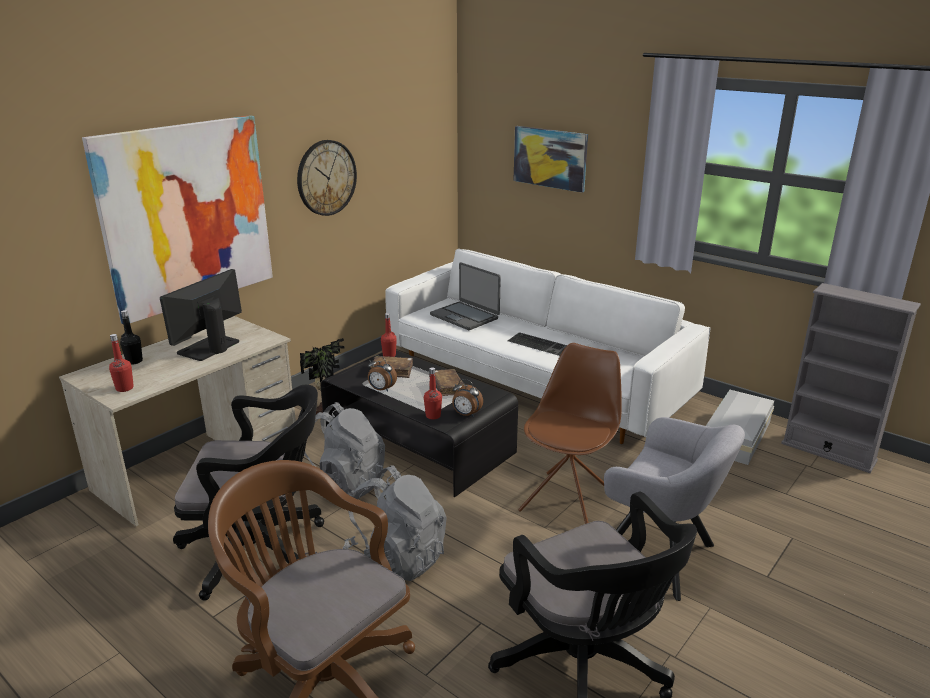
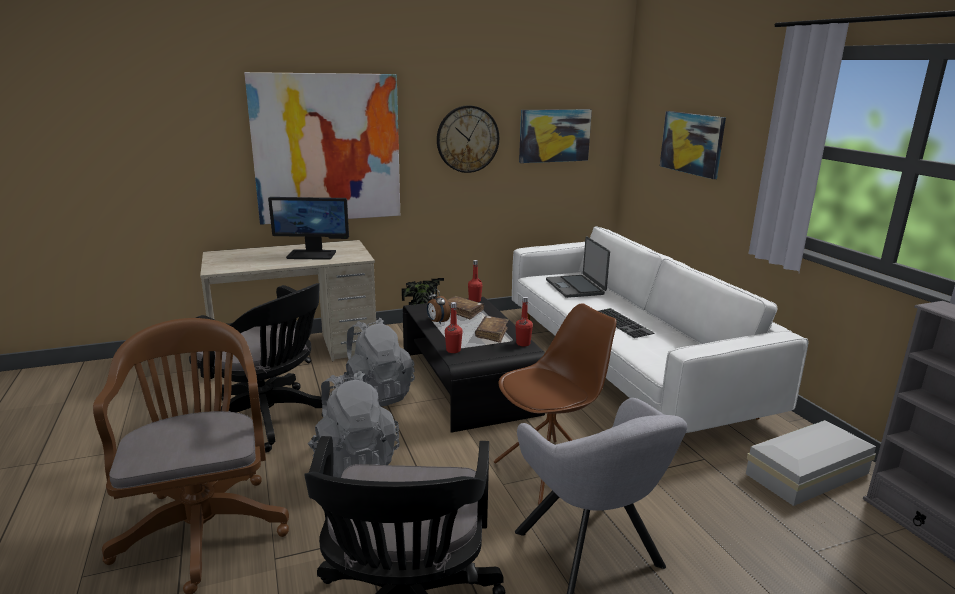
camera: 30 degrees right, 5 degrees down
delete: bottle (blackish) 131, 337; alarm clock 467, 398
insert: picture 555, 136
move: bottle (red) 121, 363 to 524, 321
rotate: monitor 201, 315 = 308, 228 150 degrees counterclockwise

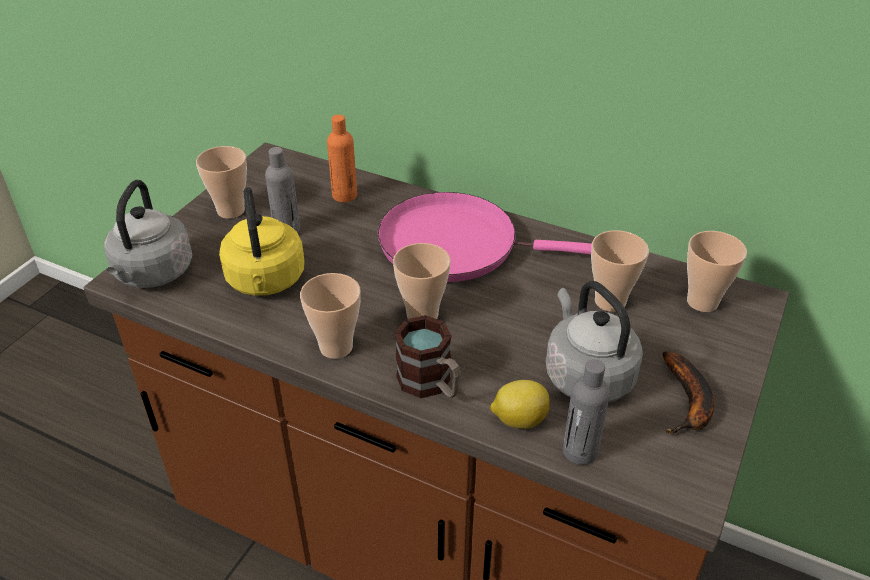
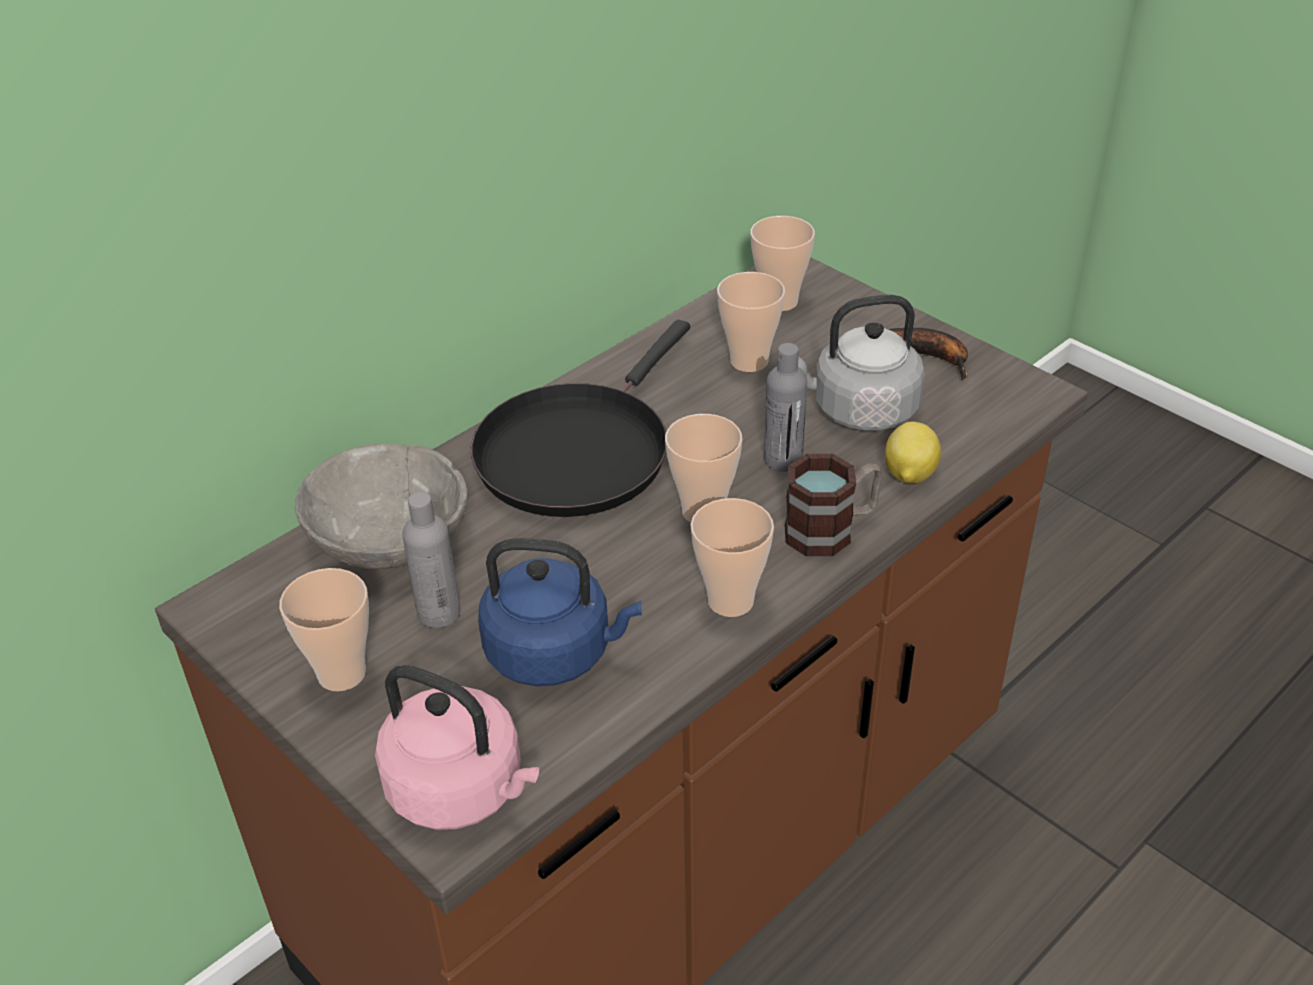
camera: 70 degrees left, 0 degrees up
move: bottle (greyish) 586, 412 to 785, 407
replace: bottle (orange) 342, 158 to serving bowl (greyish) 381, 506
recolor: kettle (greyish) 148, 234 to kettle (pink-coloured) 457, 747; skillet (pink-coloured) 485, 237 to skillet (blackish) 580, 418; kettle (yellow) 262, 241 to kettle (bluish) 560, 612

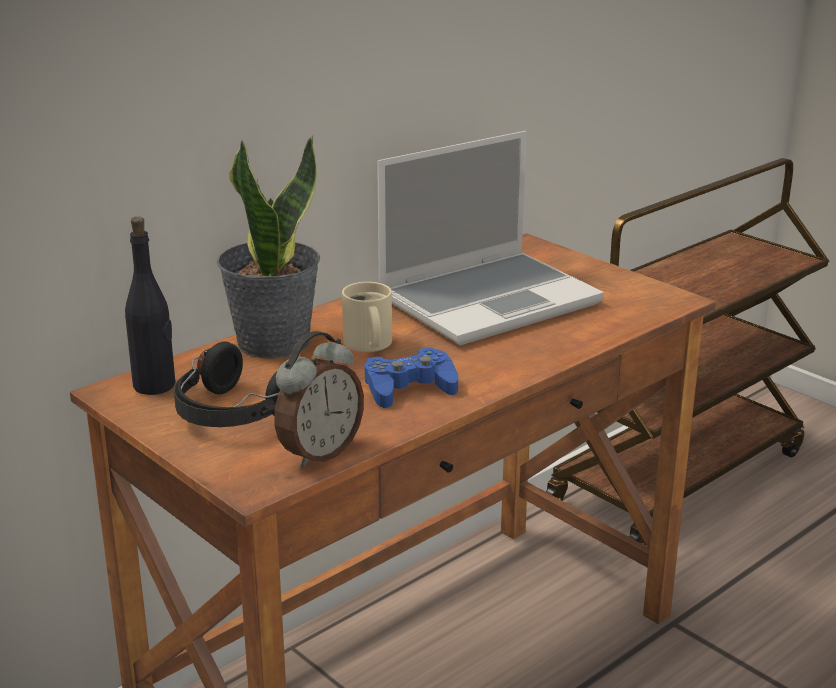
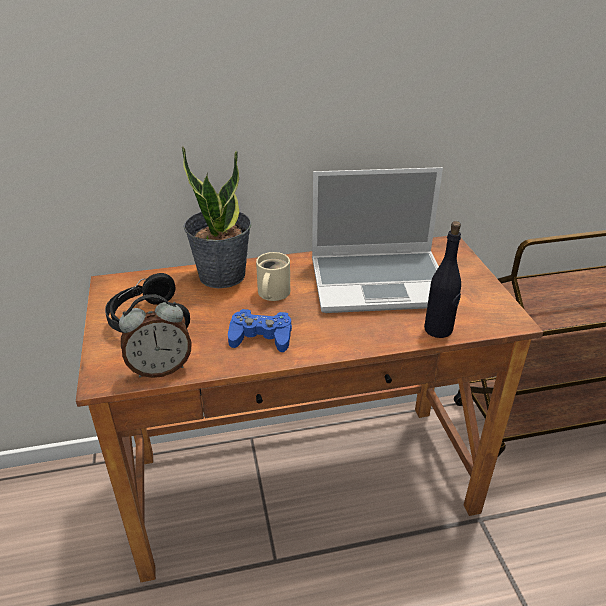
camera: 30 degrees right, 10 degrees up
move: bottle (blackish) 150, 306 to 442, 279

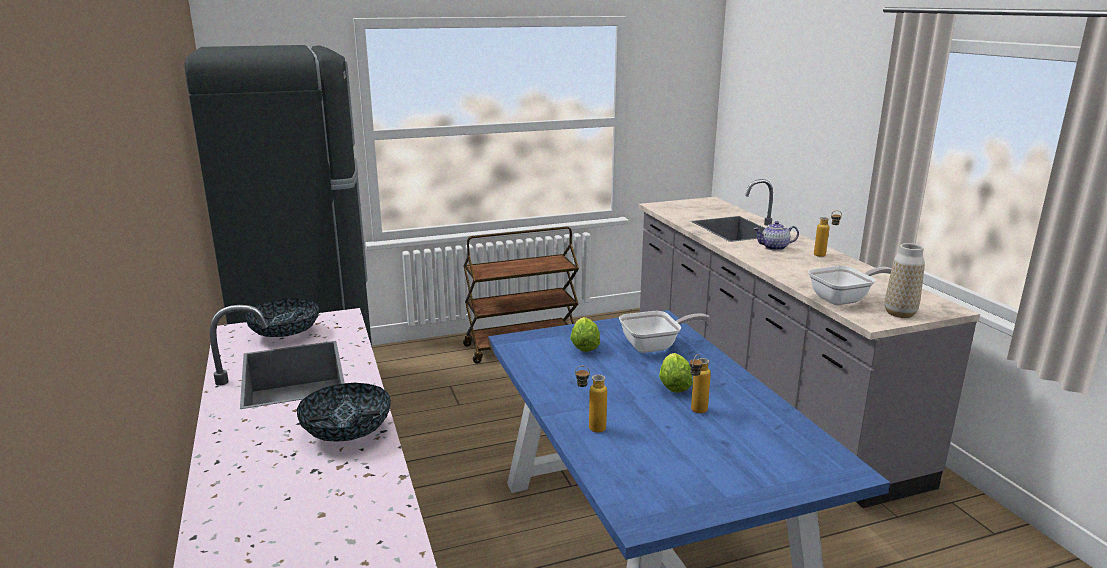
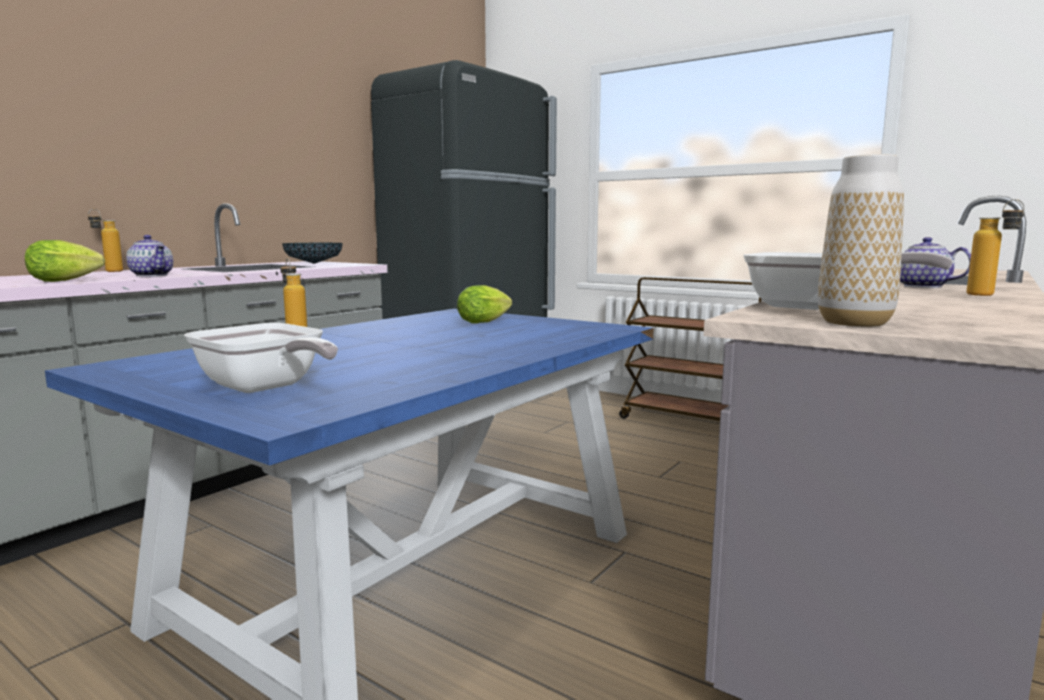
camera: 55 degrees right, 10 degrees down
move: lettuce head 676, 373 to 65, 261; bottle 700, 383 to 105, 240; skillet 664, 332 to 261, 358
replace: serving bowl 344, 412 to pot for tea 149, 256

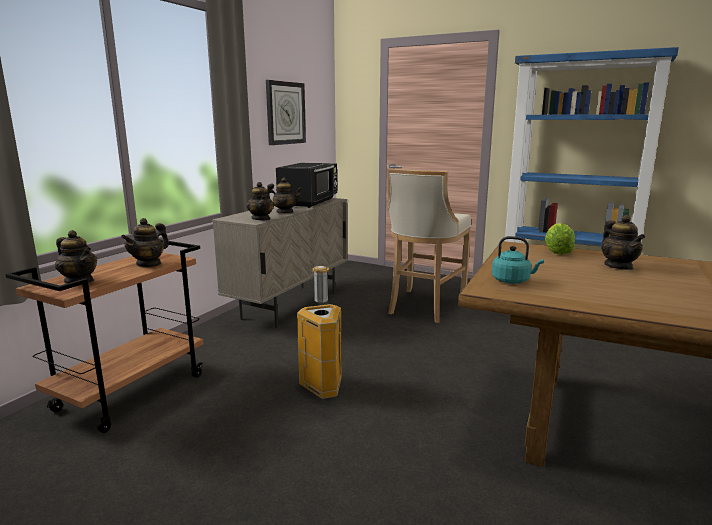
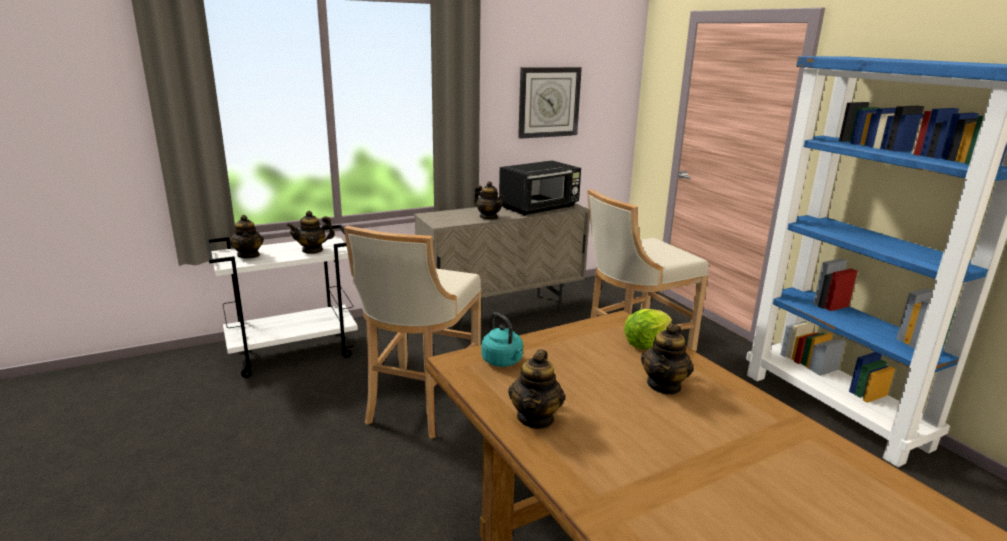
camera: 35 degrees right, 5 degrees up
move: pot for tea 260, 201 to 536, 389
replace: trash can 319, 332 to stool (beige) 412, 332
recolor: cart (brown) 104, 336 to cart (white-coloured) 282, 301

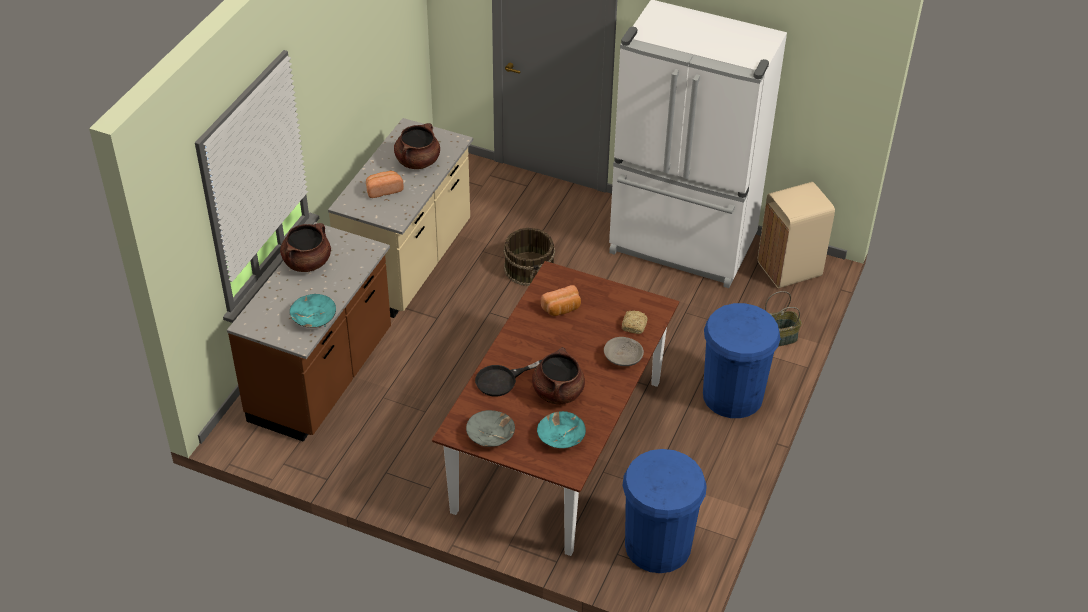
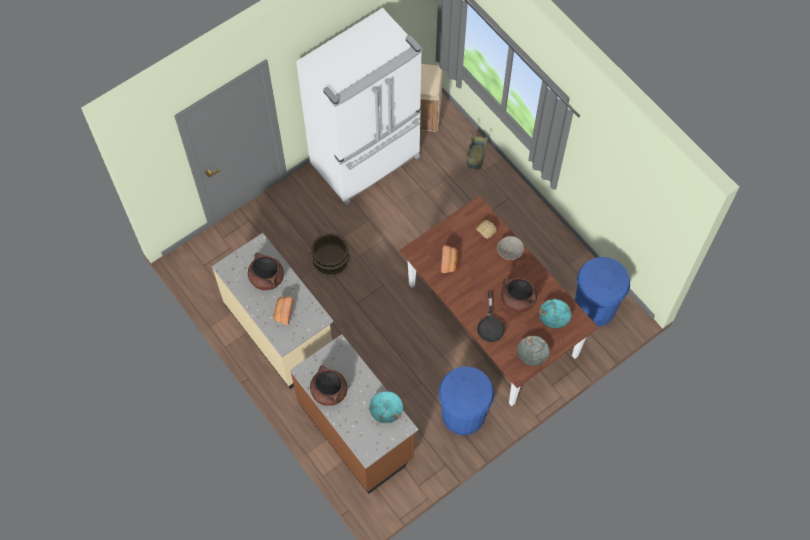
camera: 60 degrees left, 20 degrees up
move: trash can (bluish) 741, 360 to 466, 400

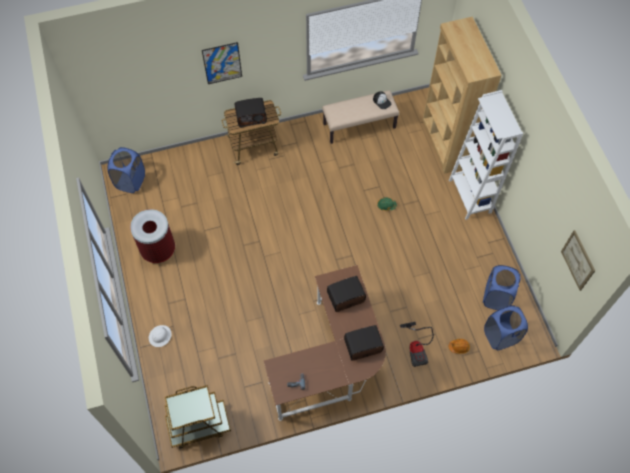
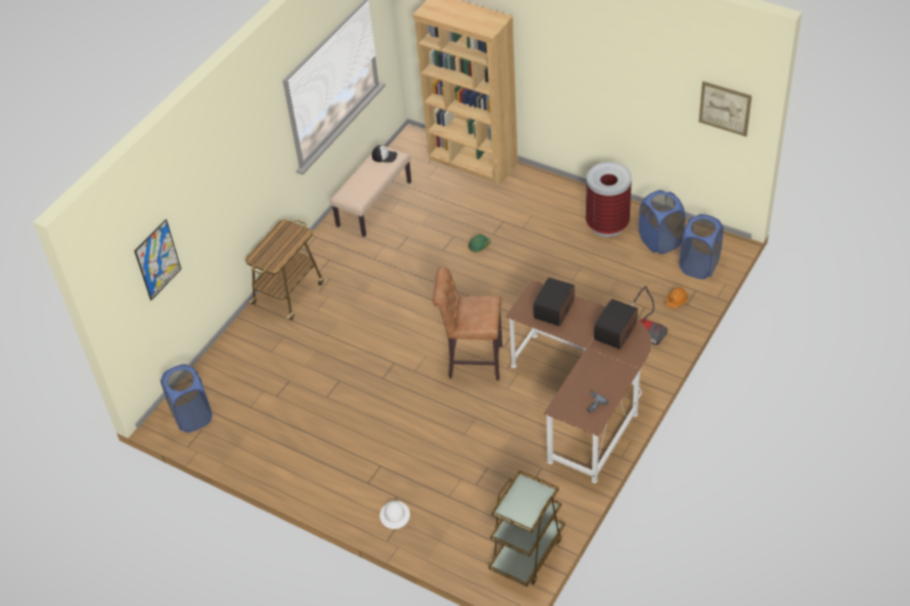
camera: 40 degrees left, 15 degrees down
delete: radio receiver 251, 112; shelving unit (white-coloured) 486, 155
insert: stool (brown) 467, 323
move: picture 222, 63 to 157, 260; trash can 152, 236 to 609, 199

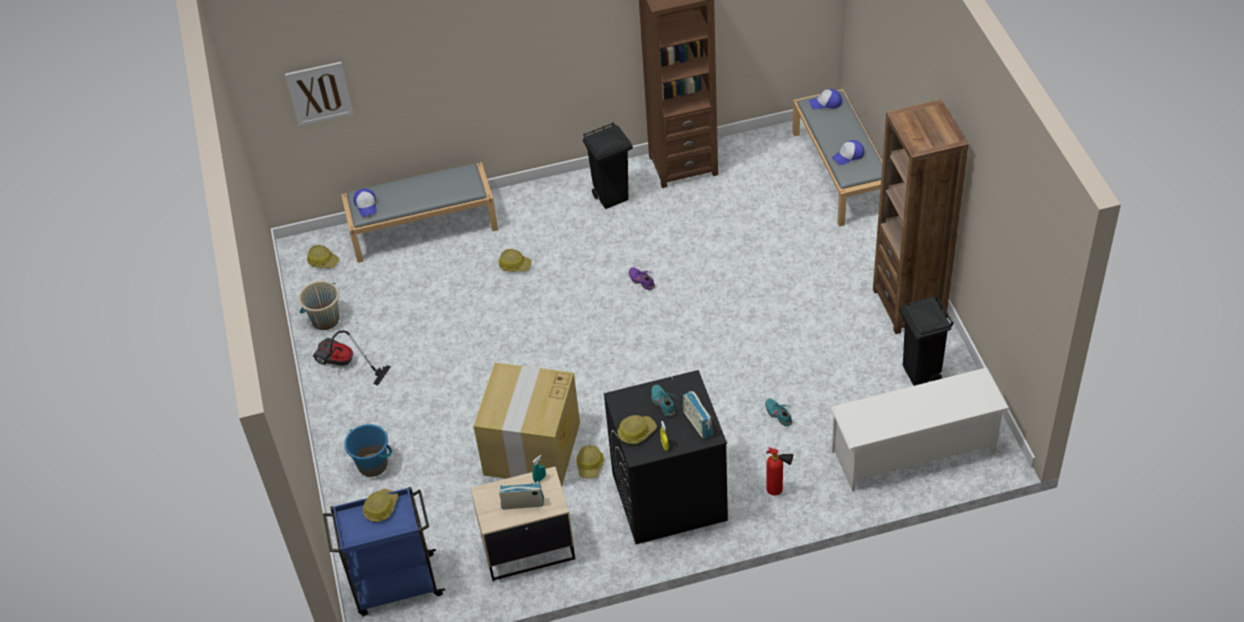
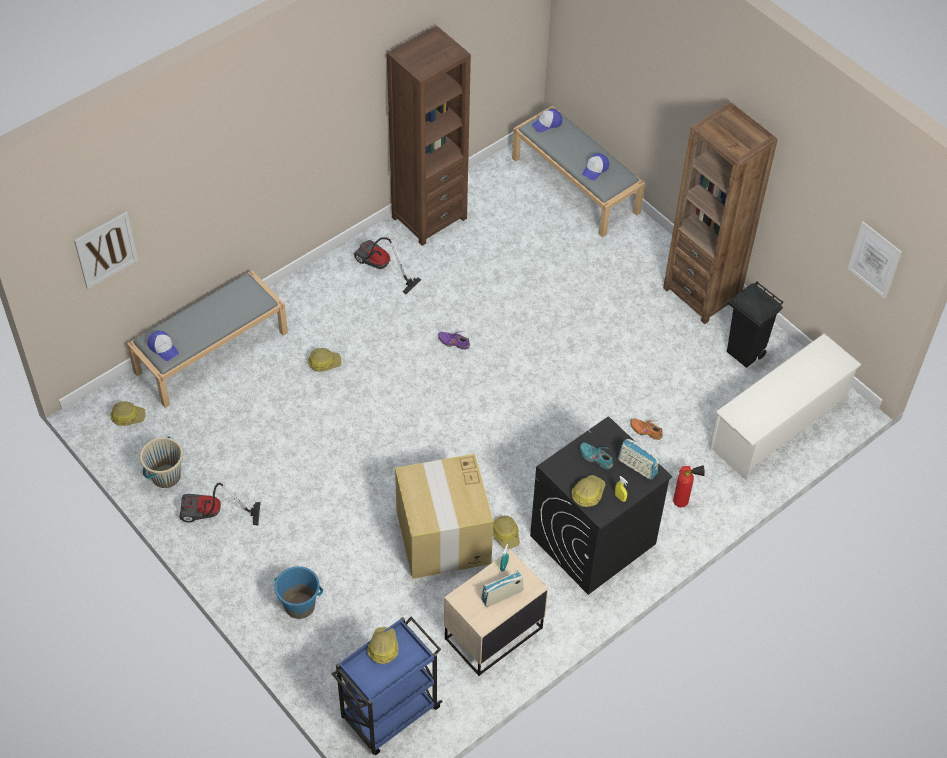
camera: 30 degrees left, 5 degrees up
insert: picture 874, 260
replace: trash can (blackish) 607, 165 to vacuum cleaner 388, 265
recolor: shoe (turquoise) 779, 412 to shoe (orange) 646, 429

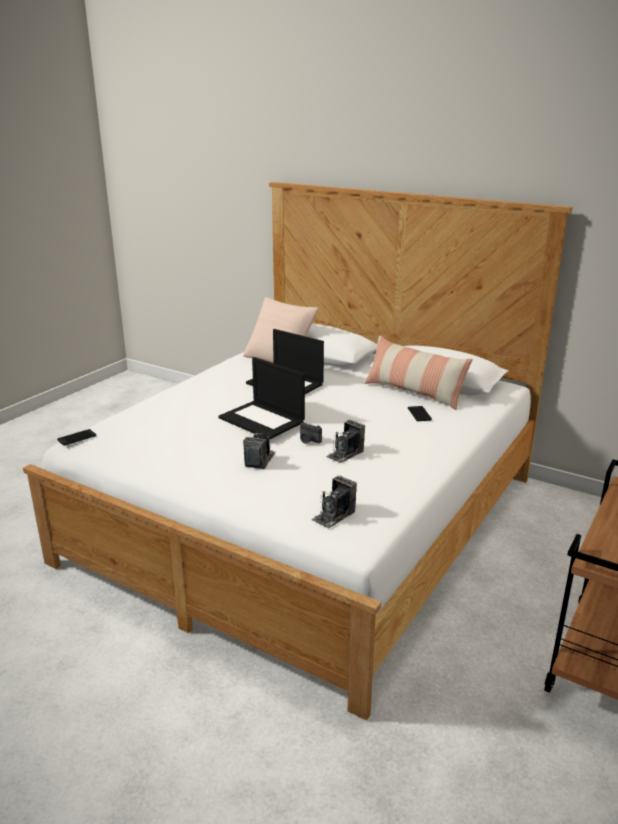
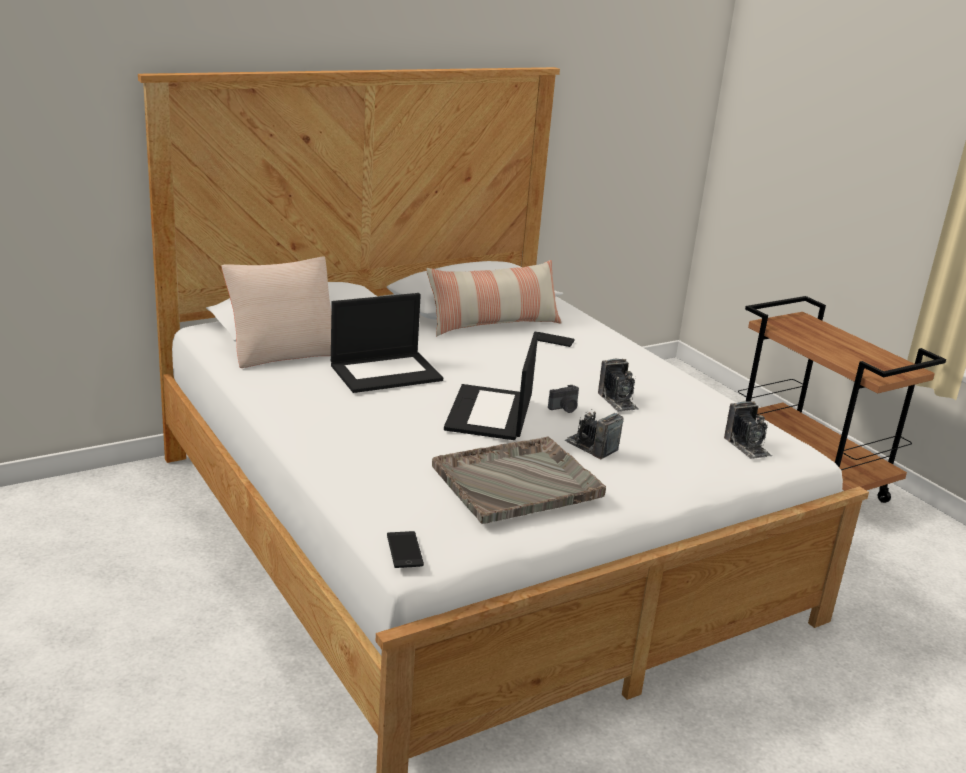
camera: 65 degrees left, 0 degrees up
insert: serving tray (greyish) 519, 480
rotate: portable computer 261, 398 = 491, 386 120 degrees clockwise

